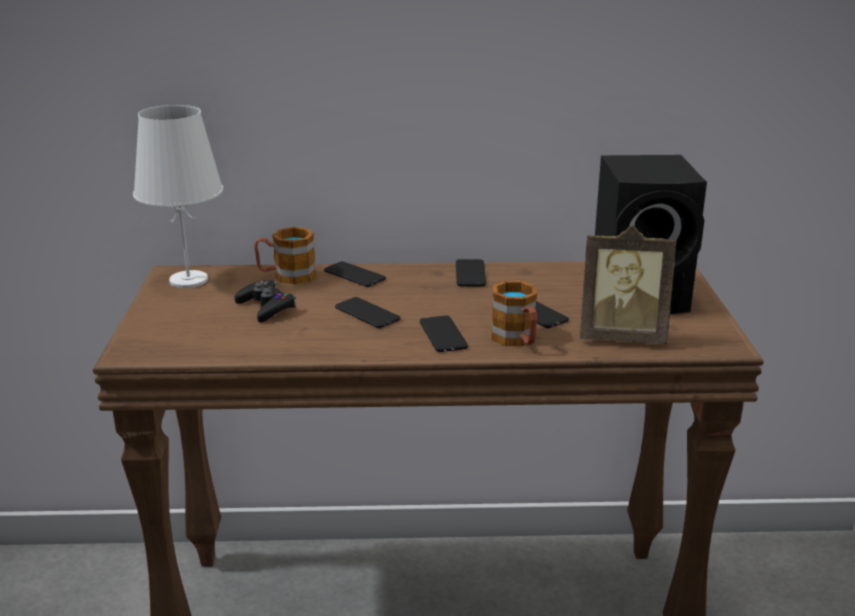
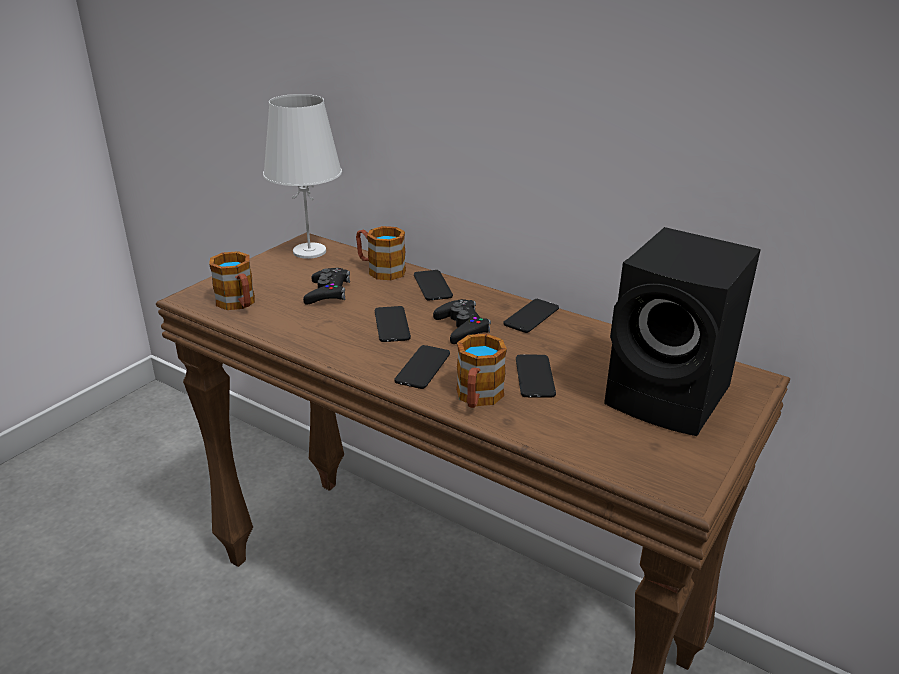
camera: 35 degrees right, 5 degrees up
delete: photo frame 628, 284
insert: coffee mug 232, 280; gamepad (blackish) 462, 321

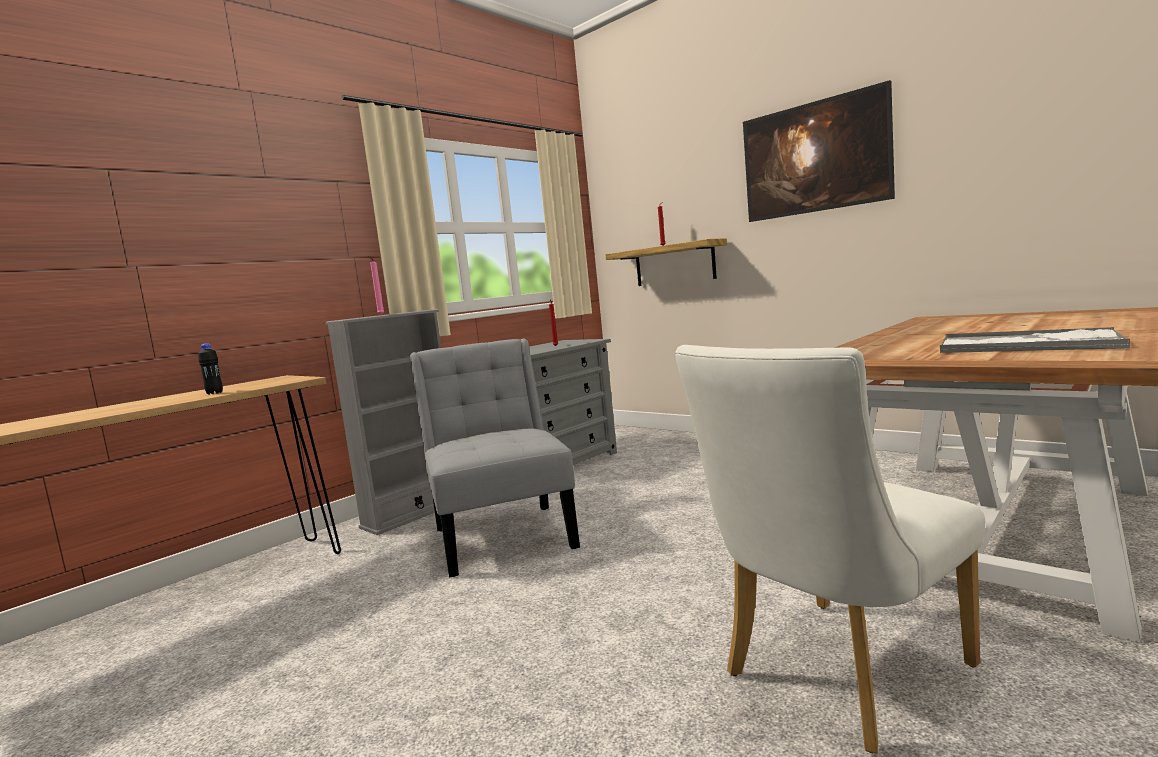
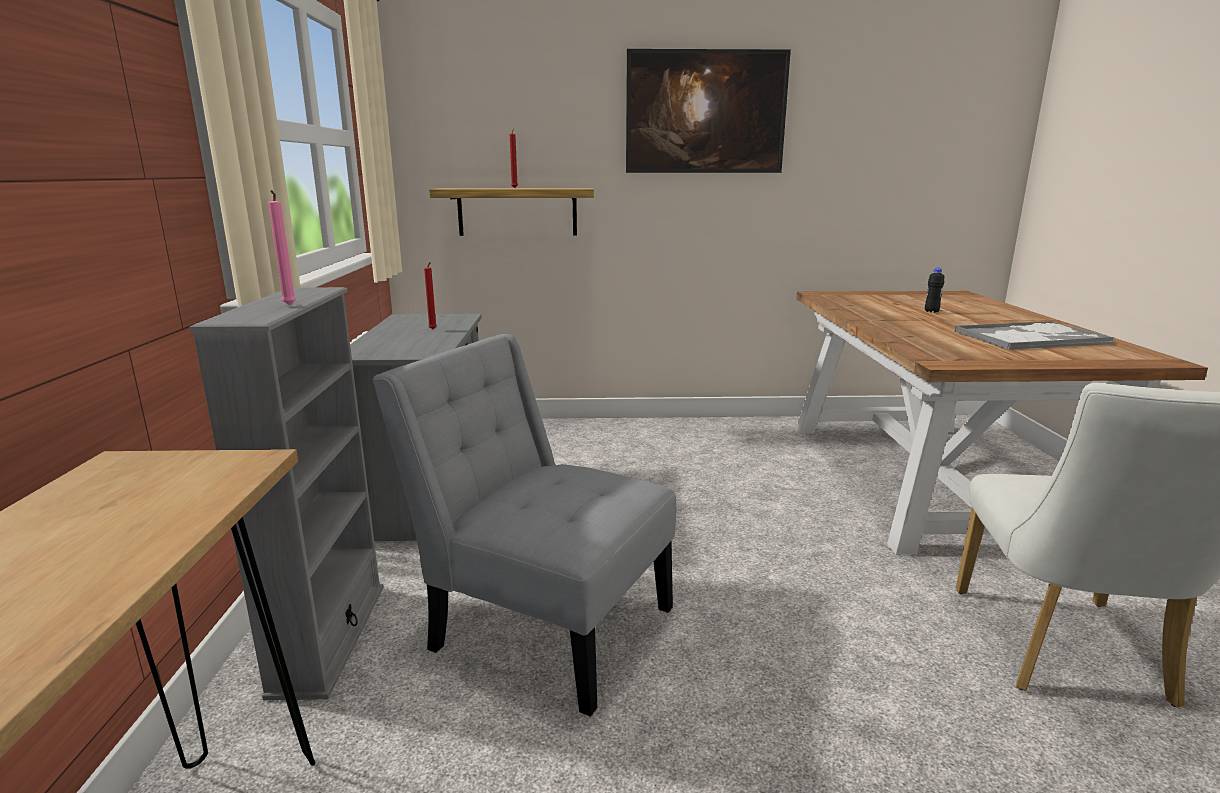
camera: 45 degrees left, 10 degrees up
move: bottle (blackish) 210, 369 to 934, 290

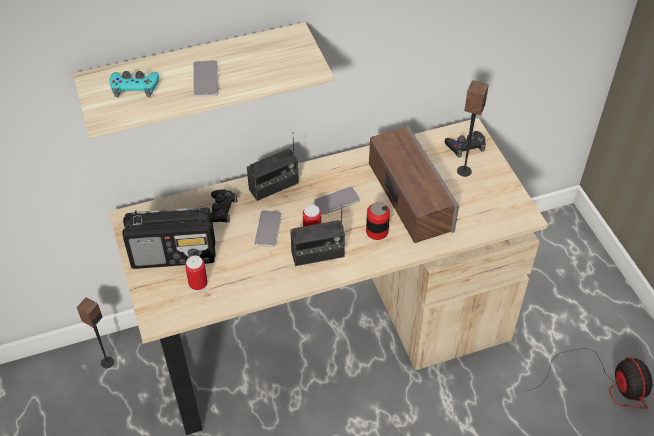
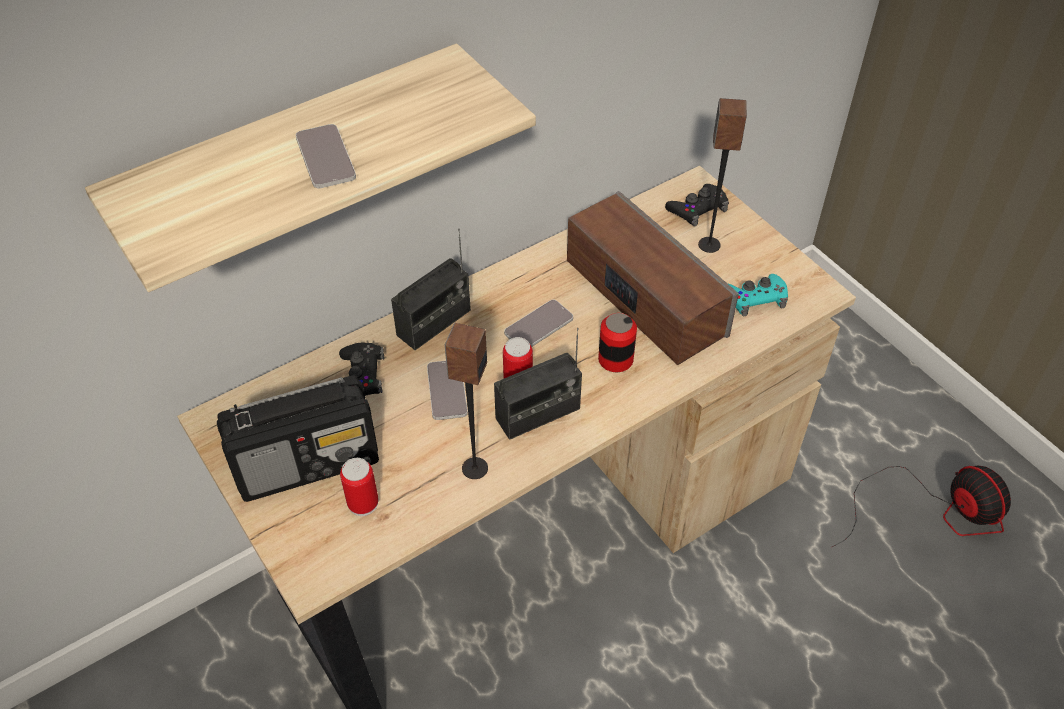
camera: 15 degrees left, 0 degrees up
move: speaker 95, 332 to 466, 401; gamepad (turquoise) 134, 84 to 758, 295

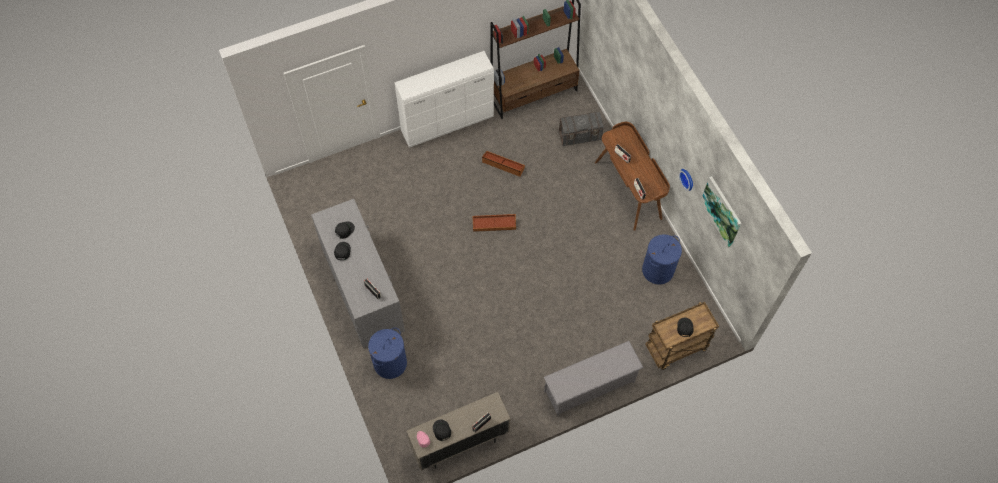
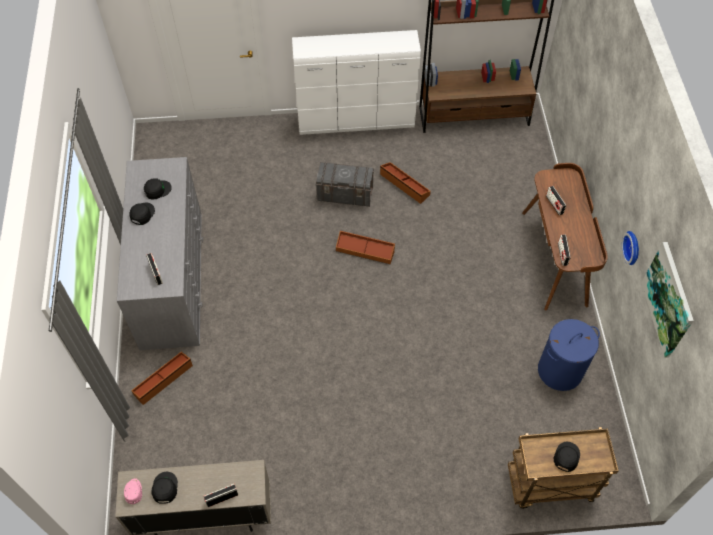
camera: 20 degrees right, 5 degrees down
delete: shoe stand (greyish) 594, 378
move: storage bin (greyish) 581, 129 to 344, 184
replace: washing basket (bluish) 387, 353 to storage bin (brown) 162, 378

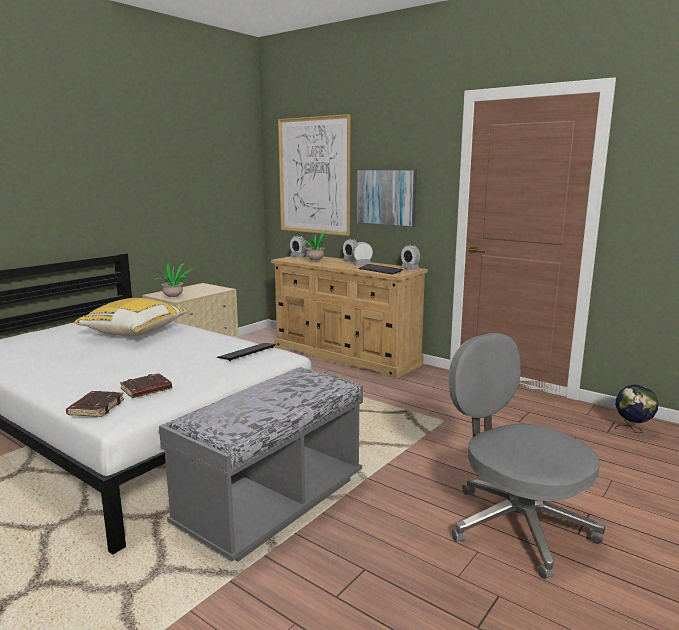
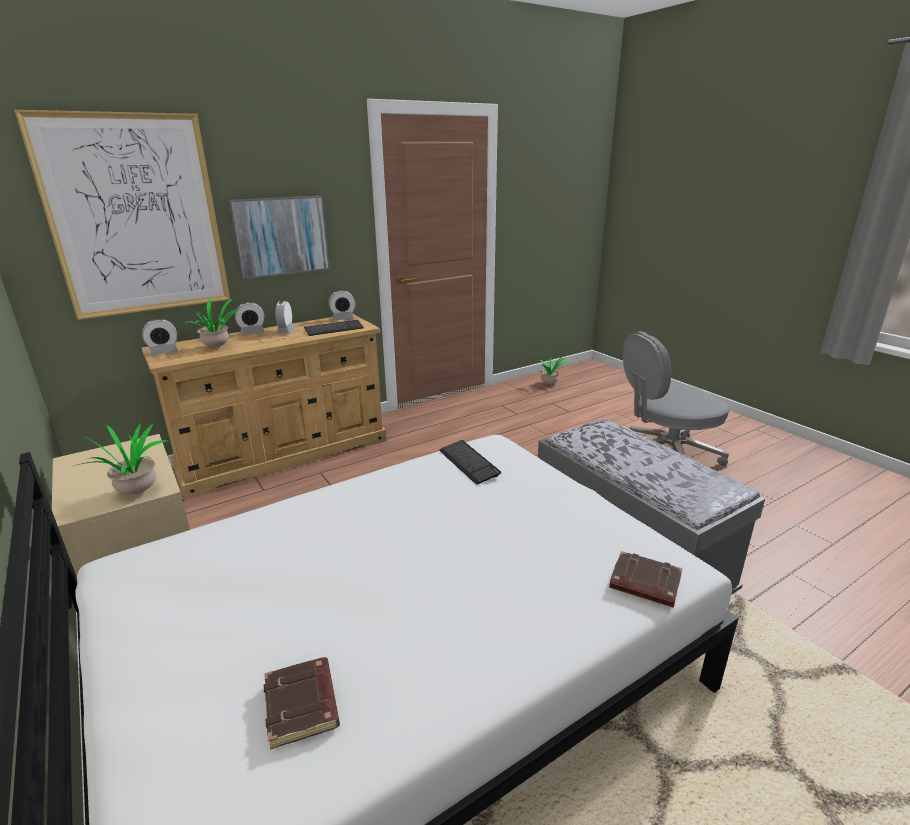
camera: 70 degrees left, 10 degrees up
delete: throw pillow (yellow) 131, 317
move: book (brown) 146, 385 to 301, 703
replace: world globe 636, 408 to potted plant 555, 370

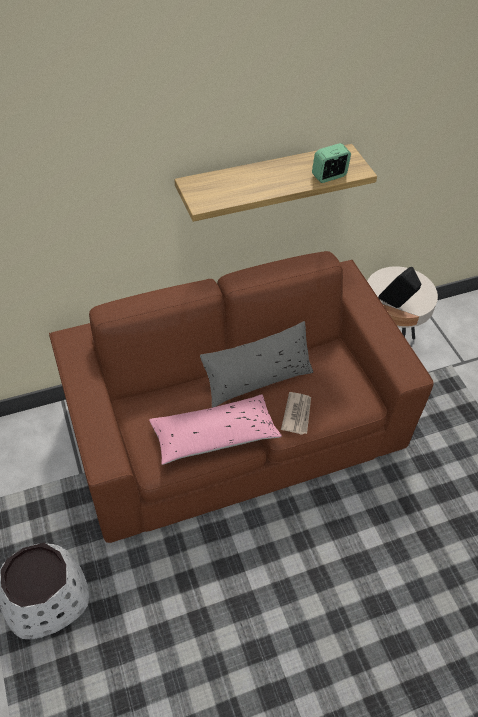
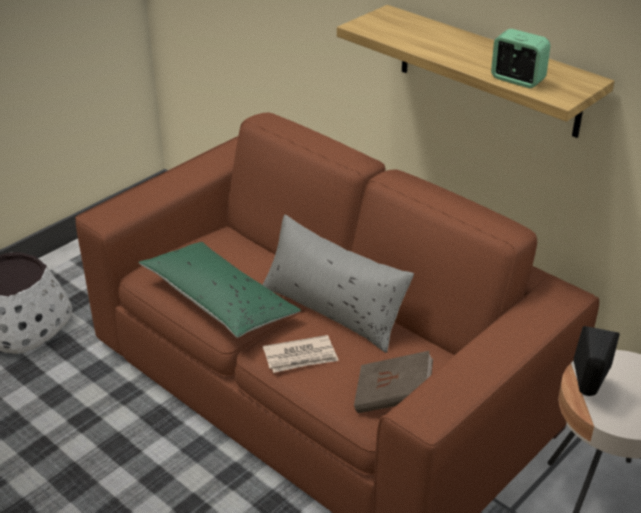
camera: 65 degrees right, 15 degrees down
insert: book (brown) 393, 382
recolor: throw pillow (pink-coloured) 215, 429 to throw pillow (green-coloured) 219, 290

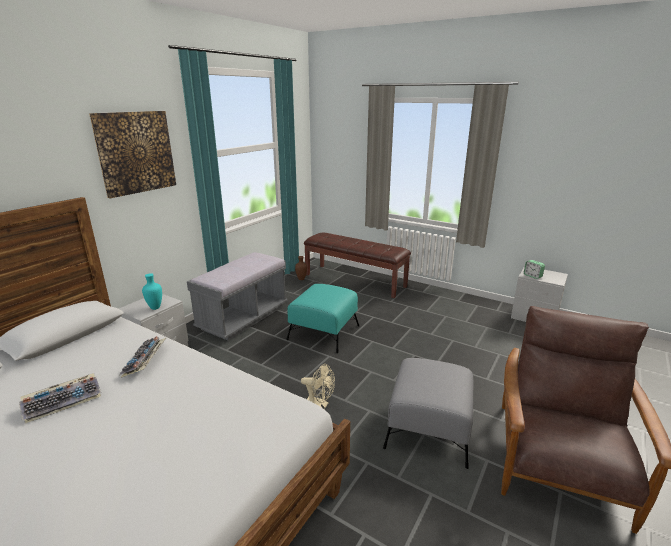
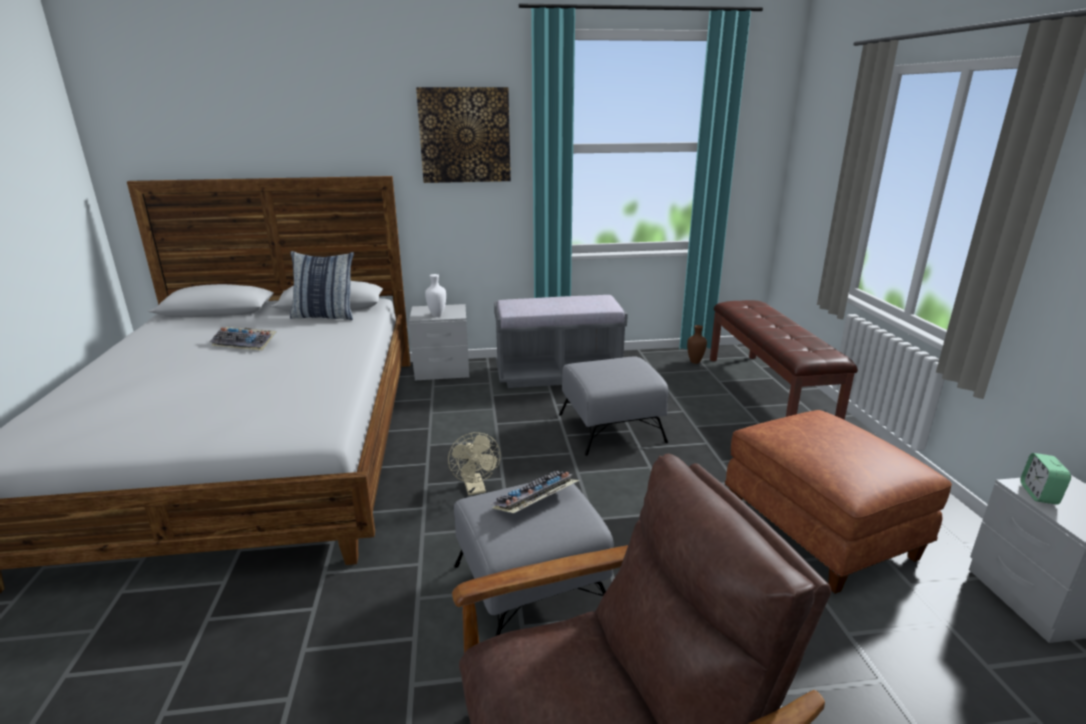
camera: 50 degrees right, 0 degrees up
insert: throw pillow 322, 285; ottoman (brown) 838, 502
move: keyboard 143, 357 to 535, 492
recolor: flower vase (turquoise) 152, 291 to flower vase (white-coloured) 435, 295; ottoman (turquoise) 322, 318 to ottoman (greyish) 614, 406

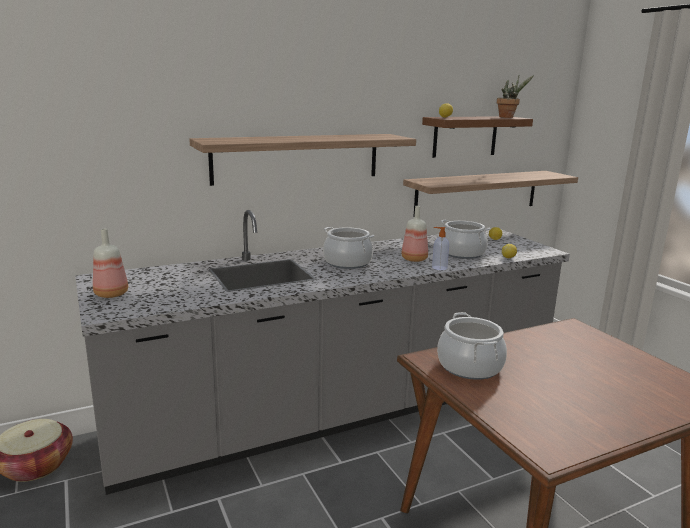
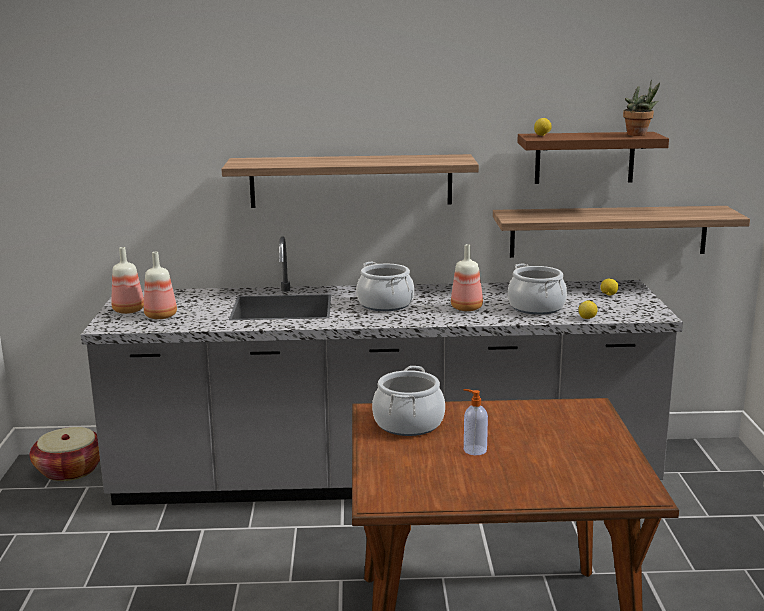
camera: 25 degrees right, 0 degrees up
insert: bottle 160, 285
move: soap dispenser 440, 248 to 475, 422

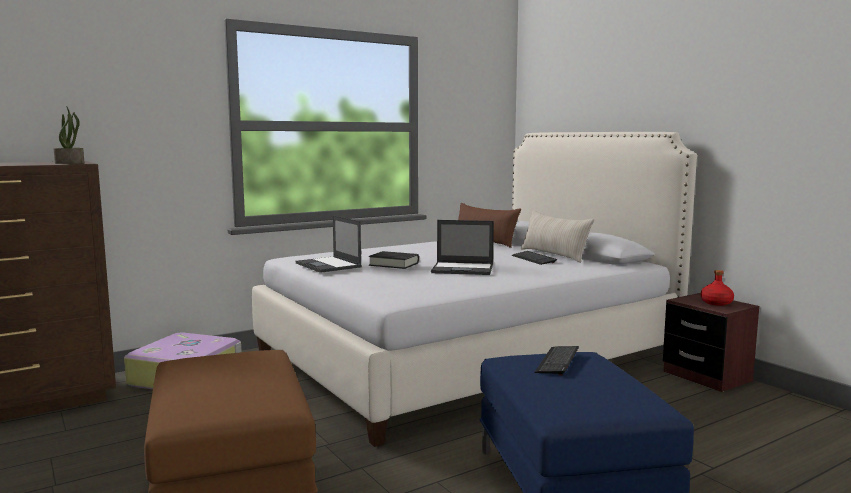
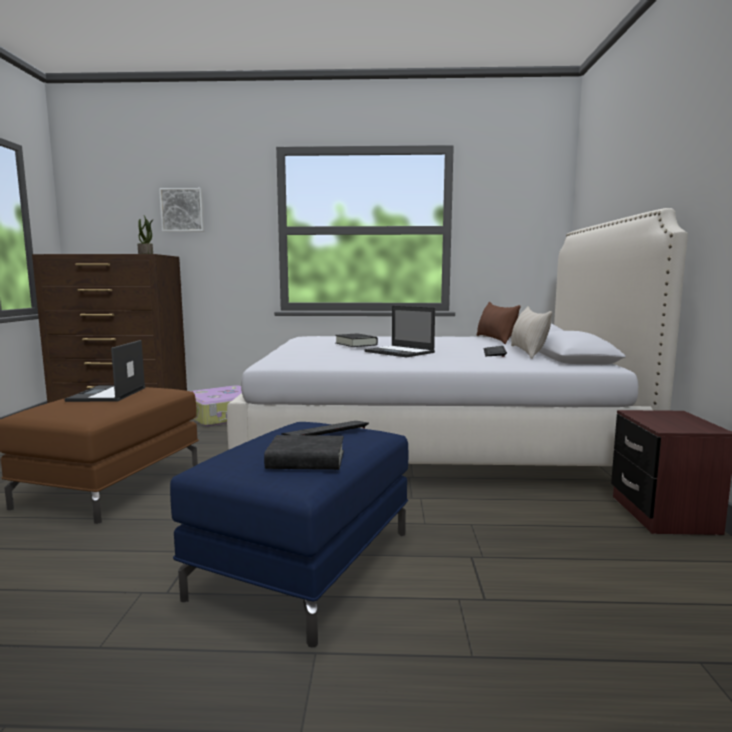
camera: 35 degrees right, 0 degrees up
delete: bottle (red) 717, 288
insert: picture 181, 210; book (blackish) 304, 452
move: portable computer 329, 244 to 105, 371

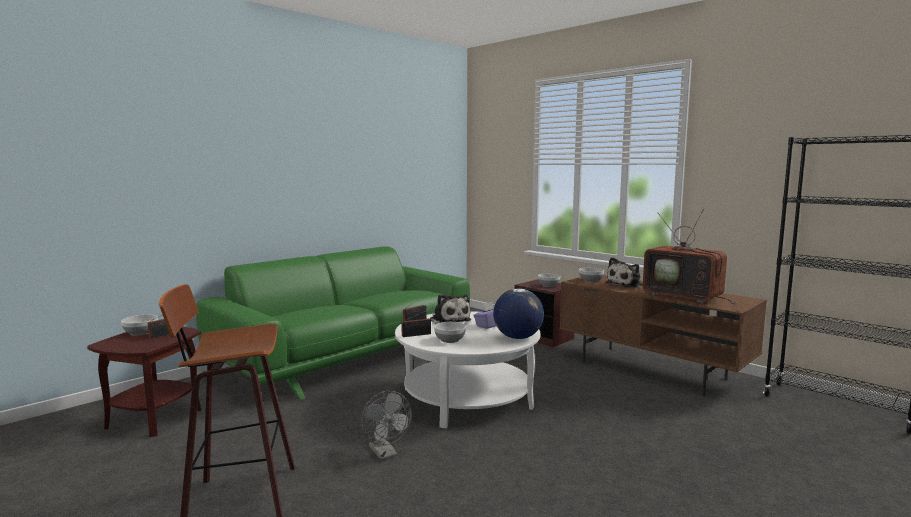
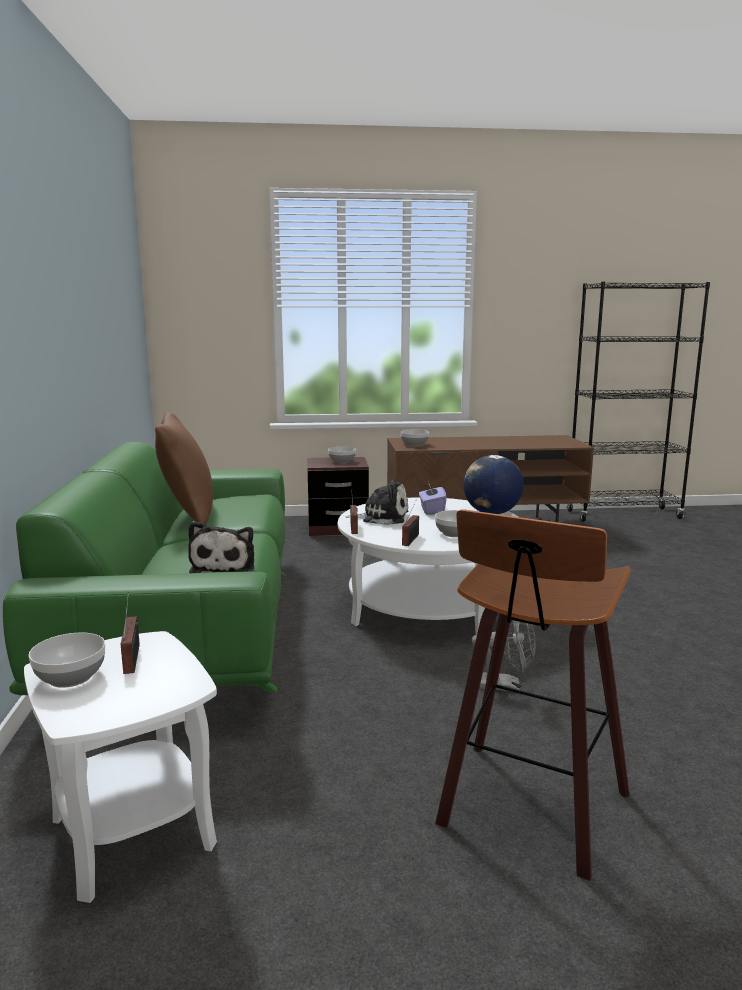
camera: 50 degrees left, 5 degrees up
delete: TV 688, 256
insert: throw pillow (brown) 184, 468
move: plush toy 624, 272 to 221, 547
recolor: side table (brown) 144, 382 to side table (white-coloured) 120, 767

